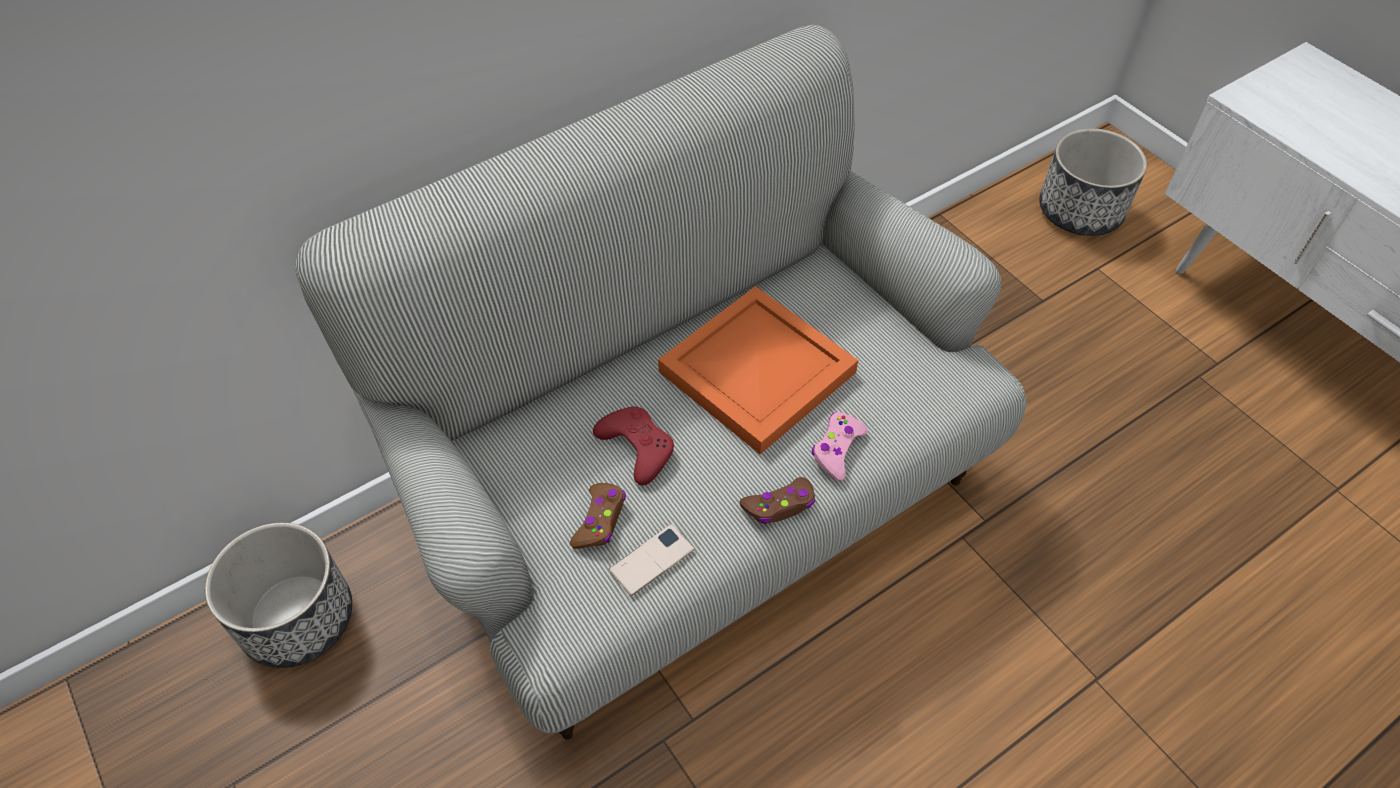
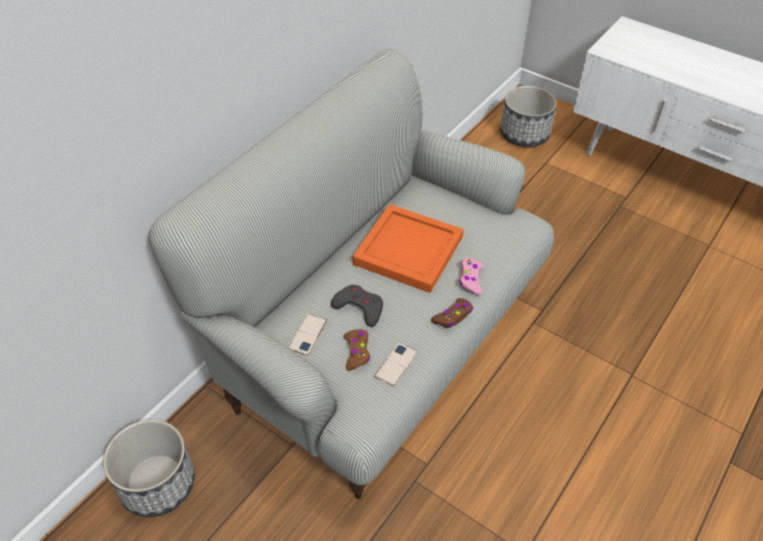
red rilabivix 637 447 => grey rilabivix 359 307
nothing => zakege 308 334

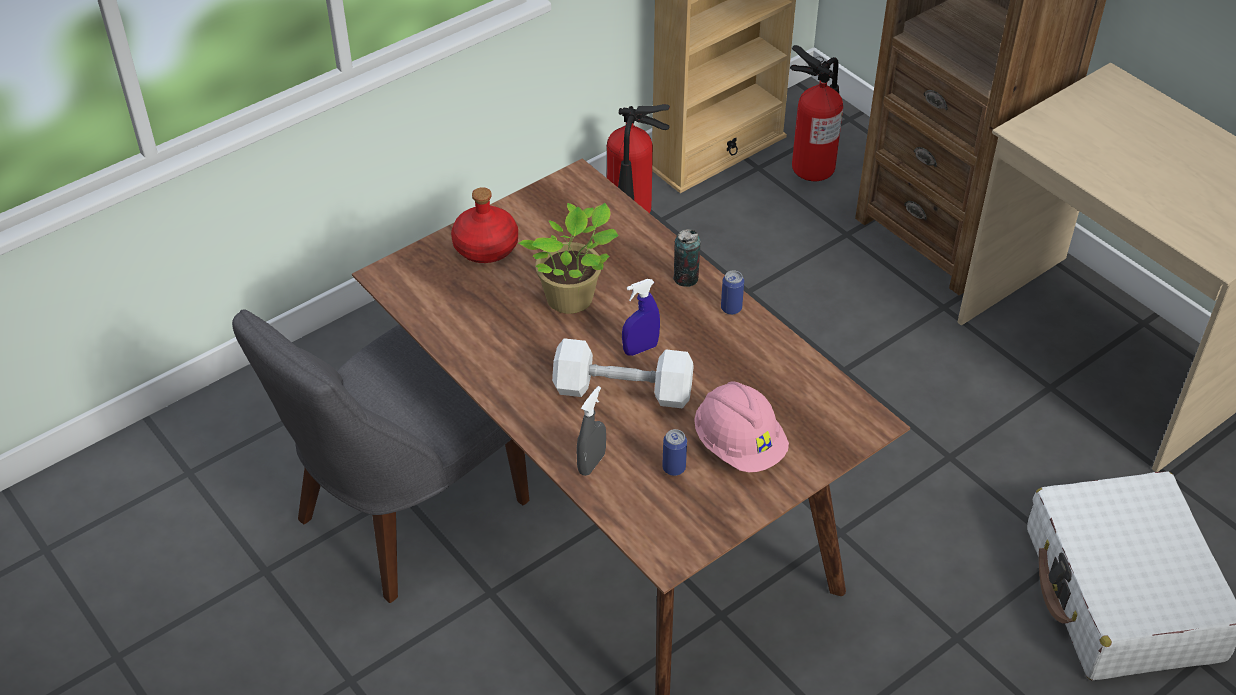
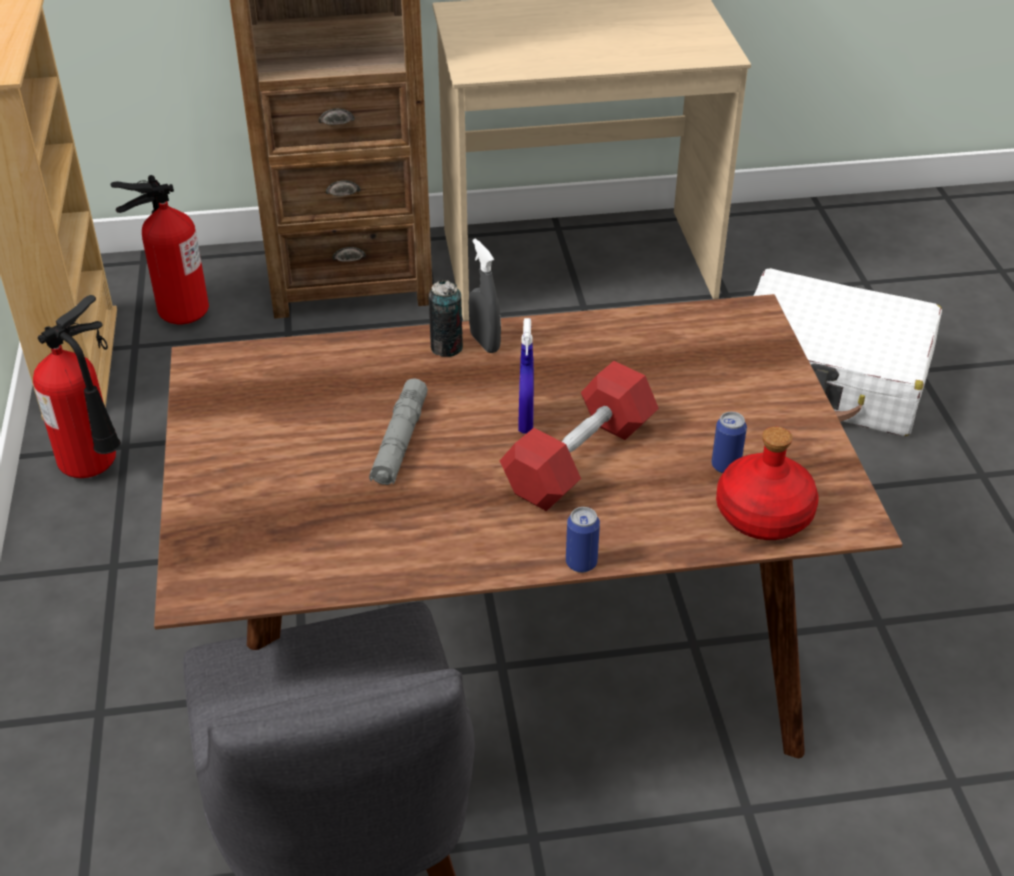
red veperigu 485 246 => red veperigu 762 515, relocated
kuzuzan 573 299 => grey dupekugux 400 441
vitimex 731 308 => vitimex 581 563, relocated
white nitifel 623 390 => red nitifel 579 459
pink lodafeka 739 445 => nothing
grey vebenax 591 463 => grey vebenax 484 342, relocated

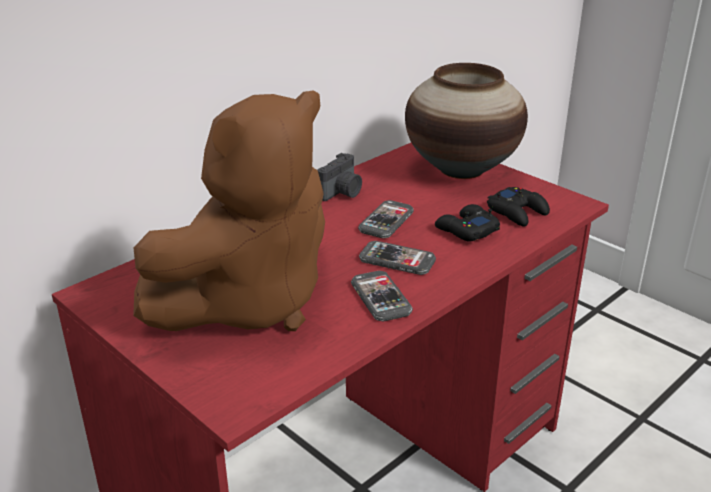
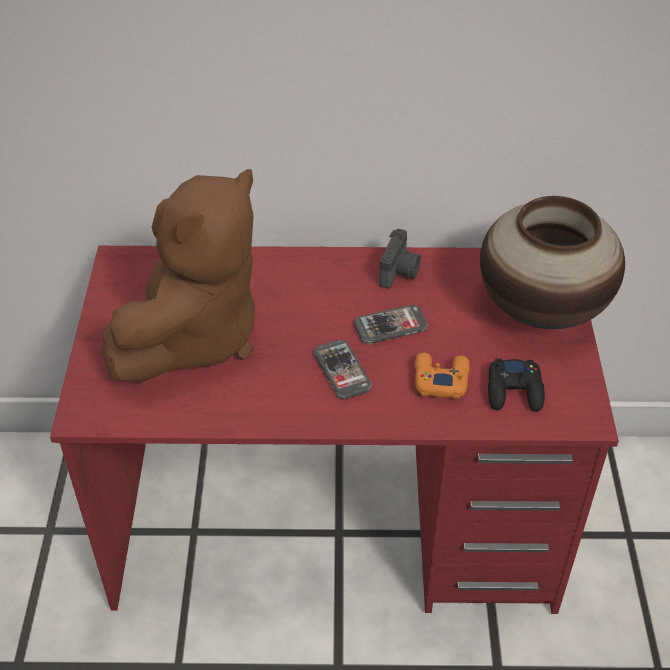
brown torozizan 249 302 => brown torozizan 194 337, 60 degrees counterclockwise
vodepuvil 342 193 => vodepuvil 400 272, 60 degrees counterclockwise
black rilabivix 466 230 => orange rilabivix 440 379
zakege 381 298 => nothing

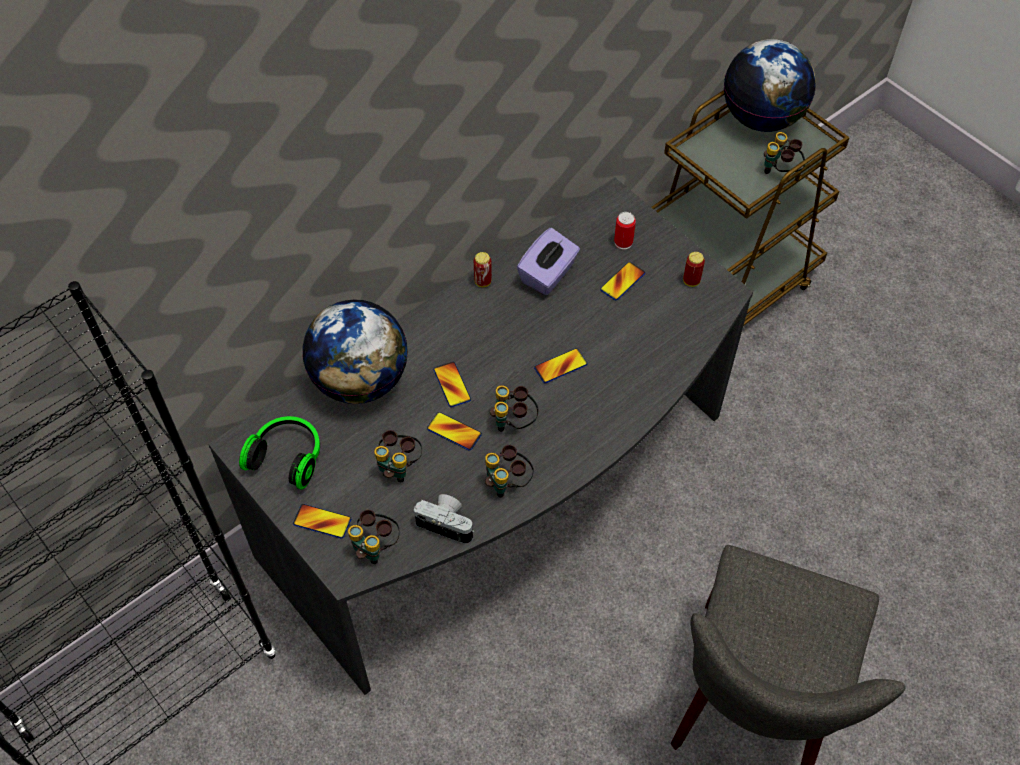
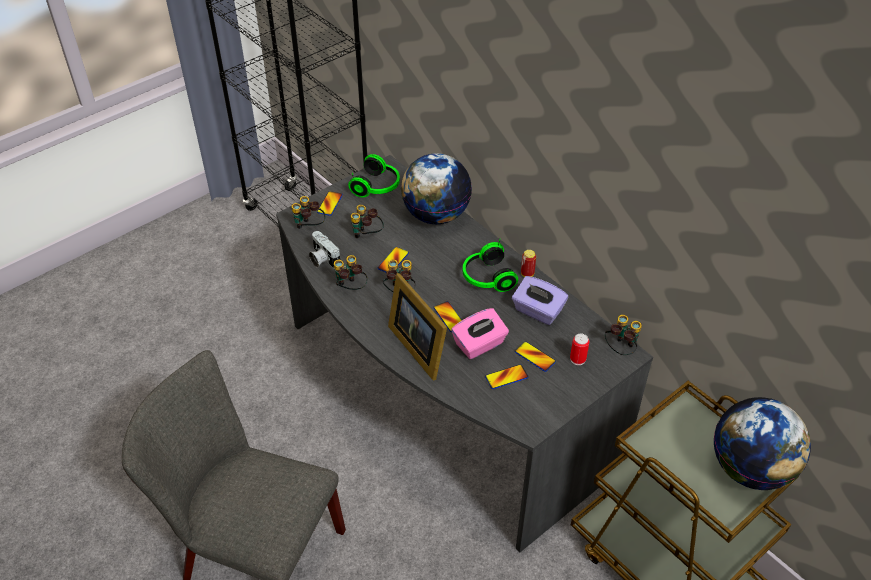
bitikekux 780 172 => bitikekux 620 349, relocated
vitimex 691 281 => nothing
zakege 452 385 => zakege 506 377, relocated
vodepuvil 447 523 => vodepuvil 322 259, 120 degrees clockwise
nothing => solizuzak 486 278
nothing => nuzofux 419 345
nothing => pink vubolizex 479 344

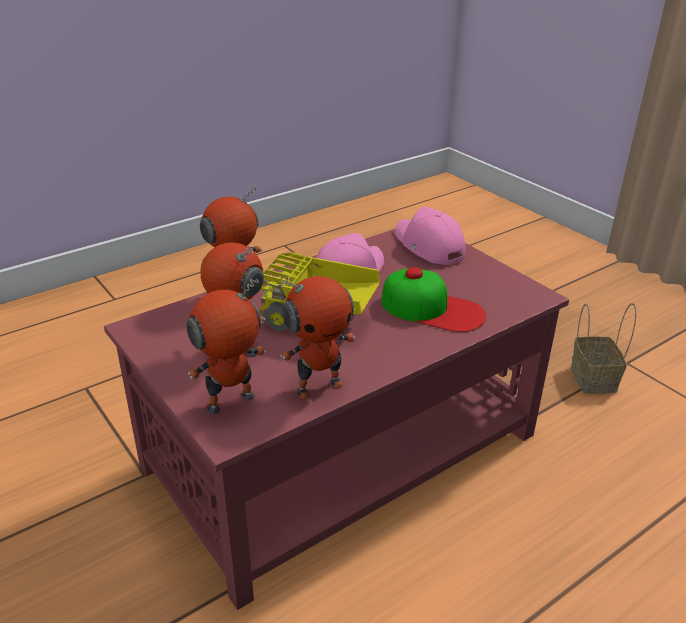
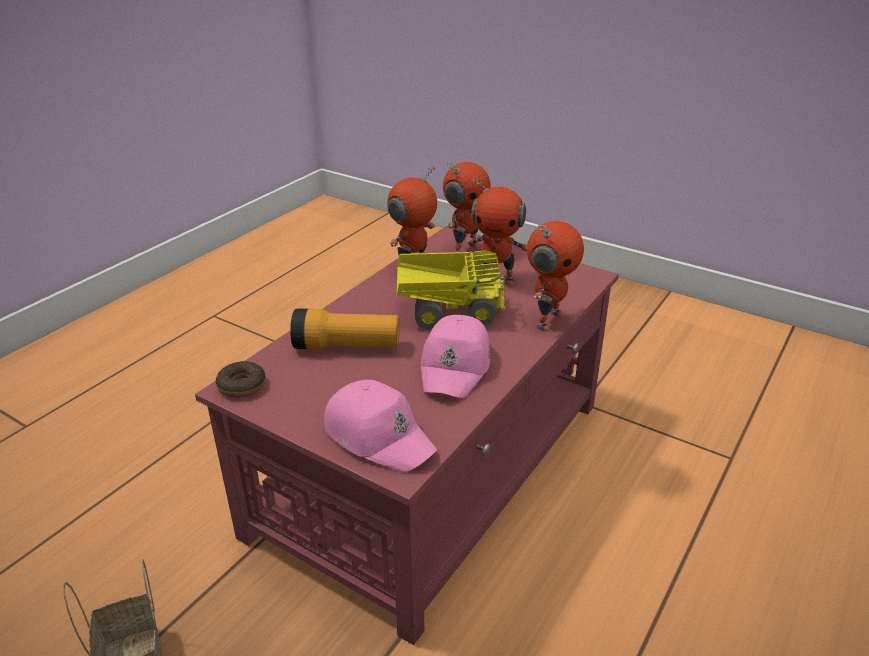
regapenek 432 309 => dupekugux 347 346
nothing => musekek 242 386

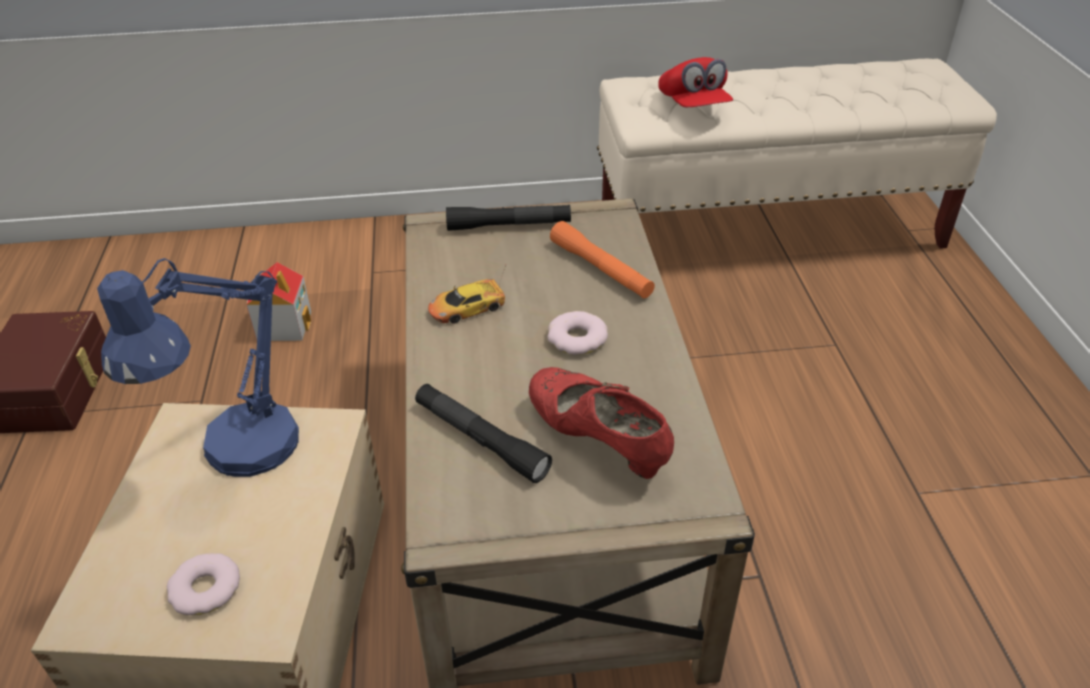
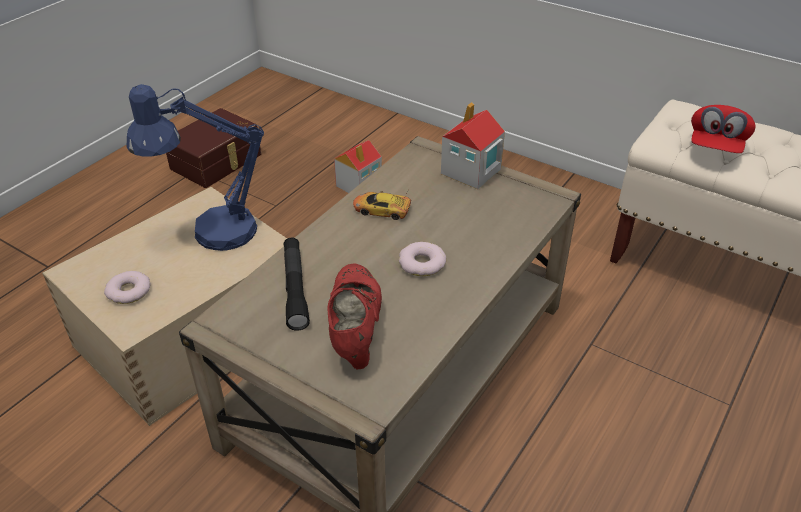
black dupekugux 509 225 => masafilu 470 171
orange dupekugux 601 269 => nothing

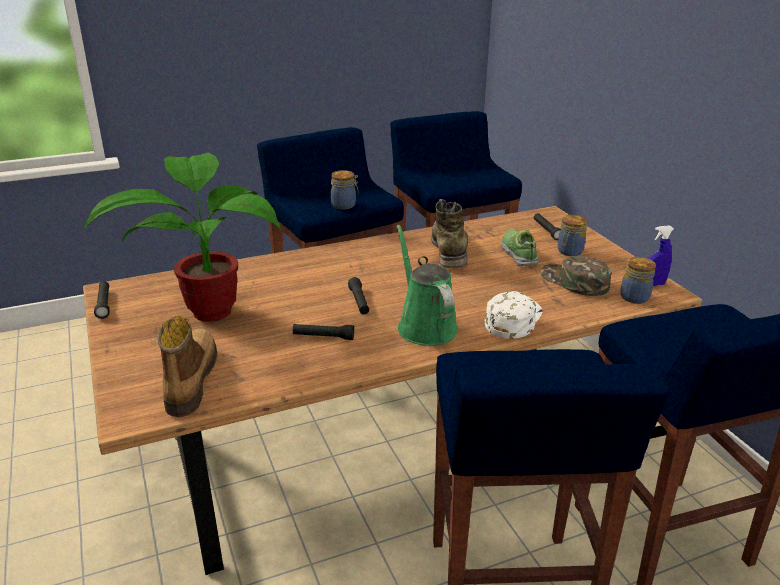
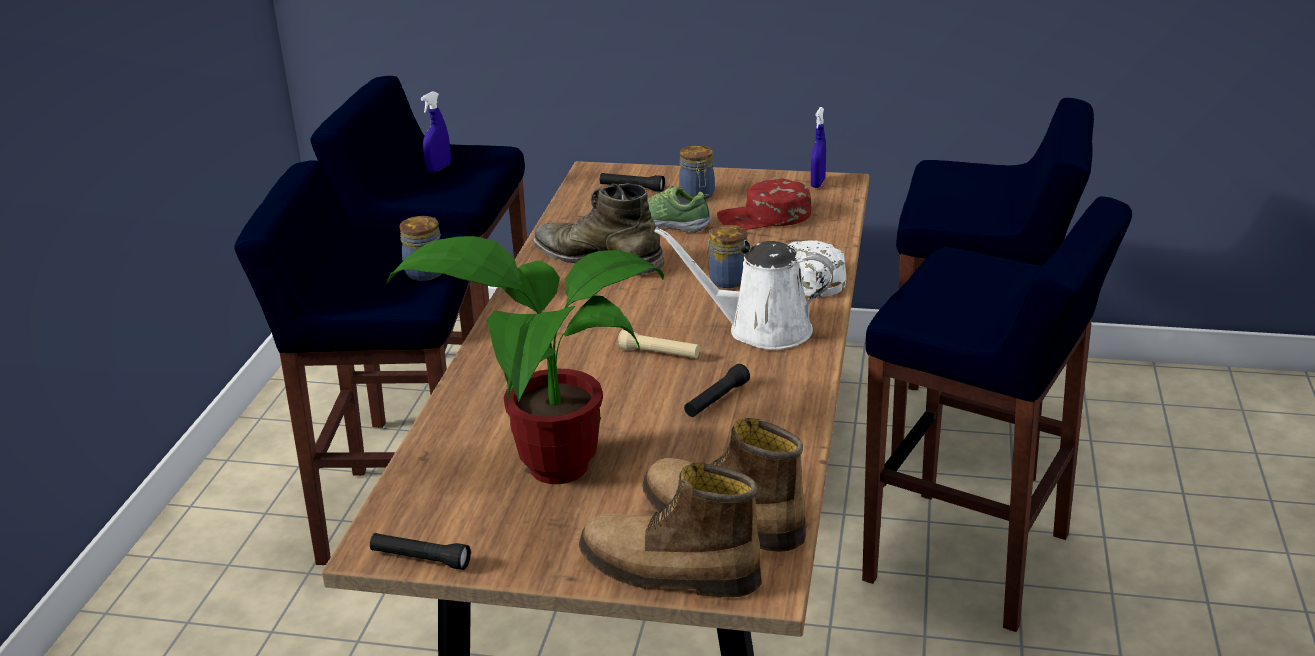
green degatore 424 325 => white degatore 761 329
green regapenek 574 281 => red regapenek 764 217
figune 634 296 => figune 727 280, relocated
black dupekugux 359 302 => beige dupekugux 659 353
nothing => blue vebenax 439 168
nothing => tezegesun 668 572

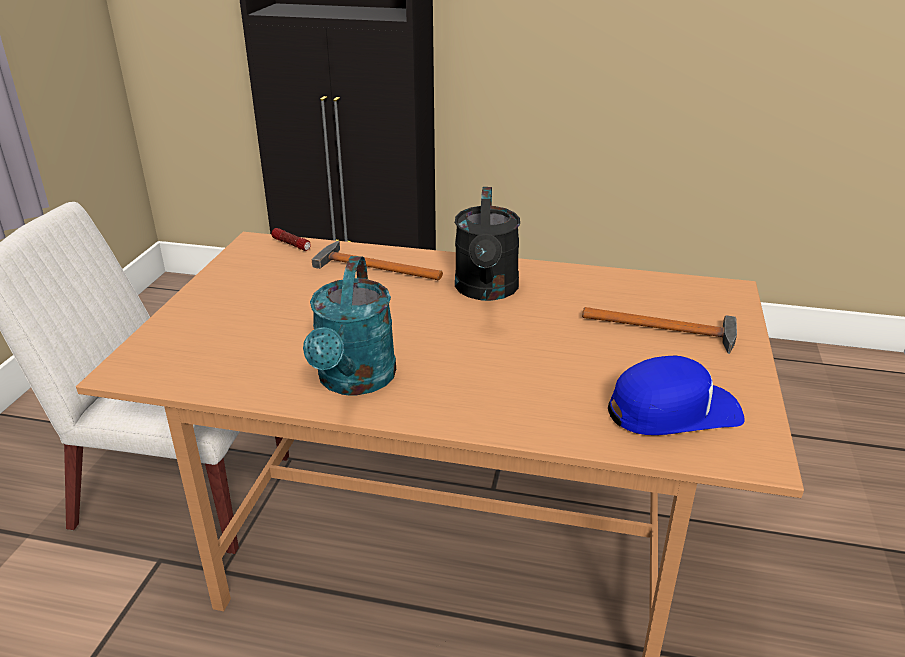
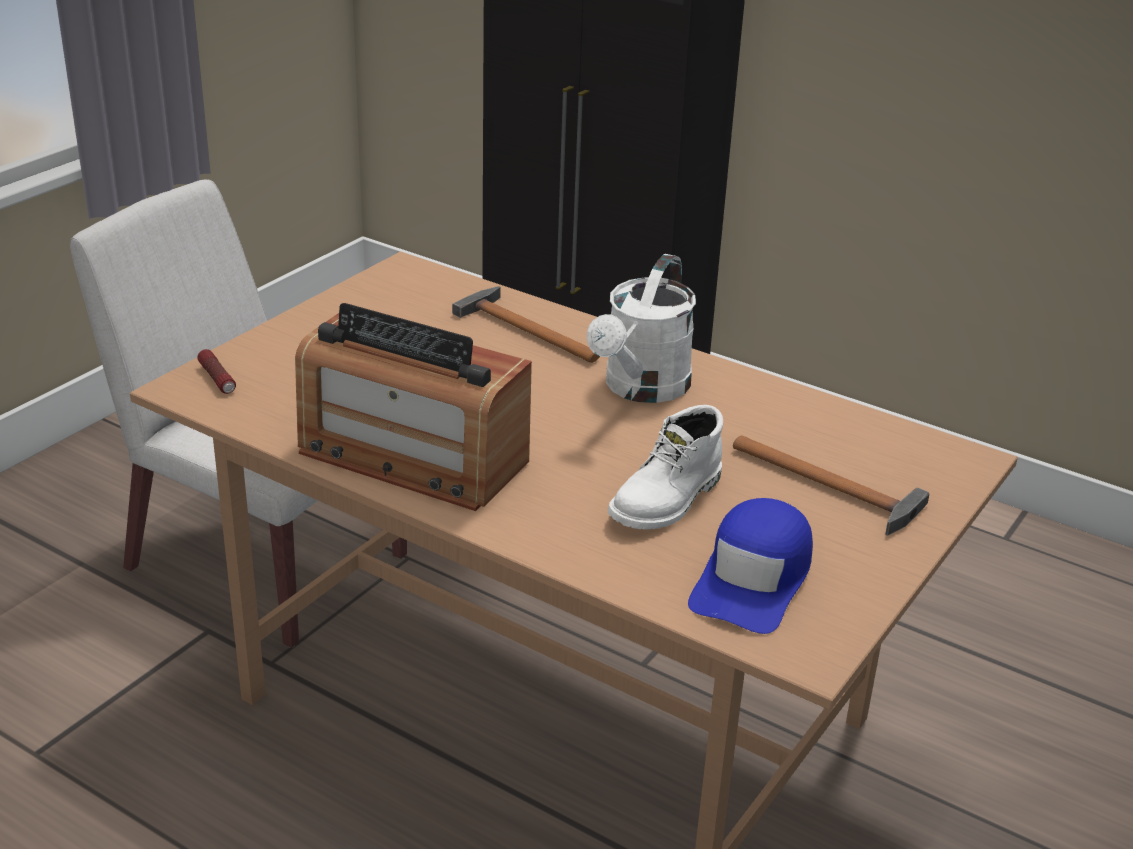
black degatore 486 291 => white degatore 641 389
dupekugux 291 244 => dupekugux 217 379, relocated
turquoise degatore 354 381 => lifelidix 412 457
blue regapenek 673 411 => blue regapenek 753 580, 105 degrees clockwise
nothing => white tezegesun 668 501

